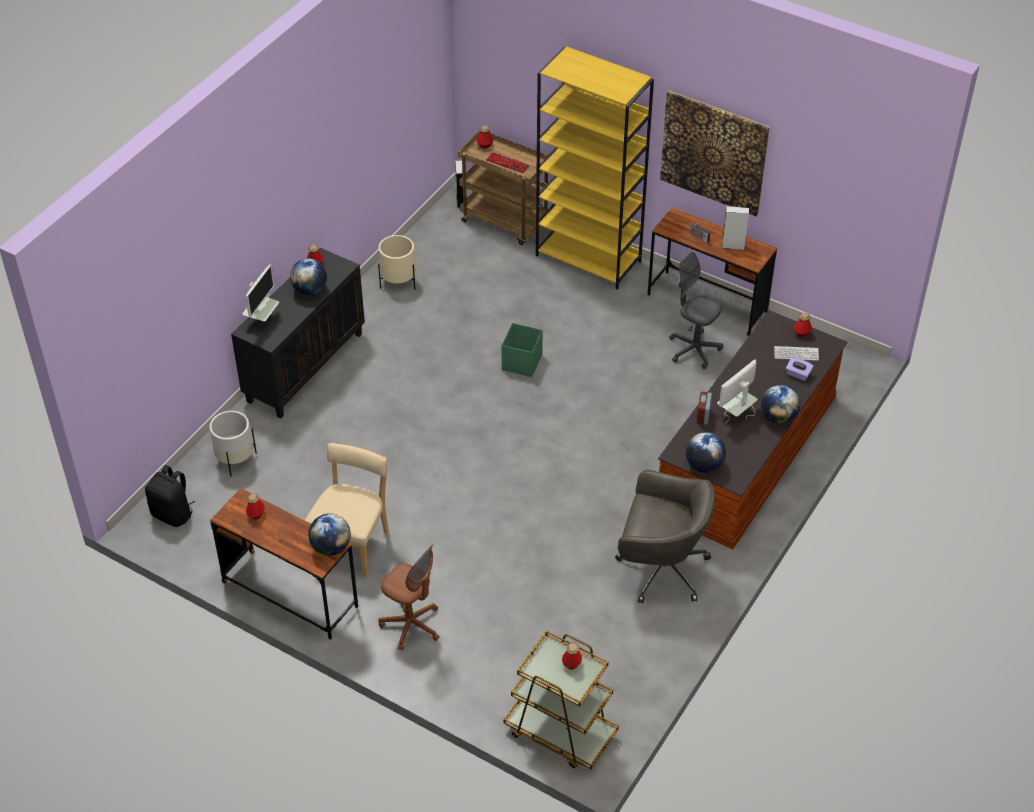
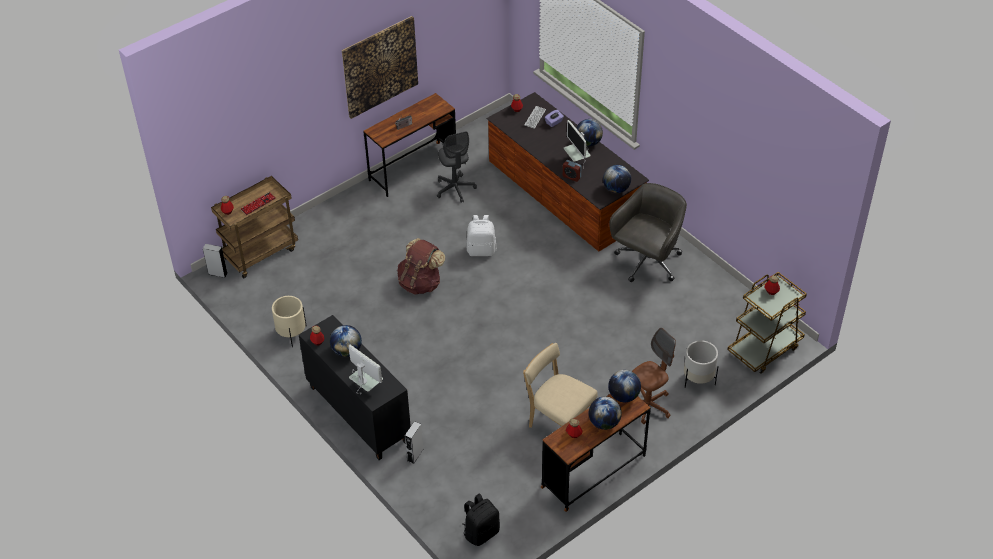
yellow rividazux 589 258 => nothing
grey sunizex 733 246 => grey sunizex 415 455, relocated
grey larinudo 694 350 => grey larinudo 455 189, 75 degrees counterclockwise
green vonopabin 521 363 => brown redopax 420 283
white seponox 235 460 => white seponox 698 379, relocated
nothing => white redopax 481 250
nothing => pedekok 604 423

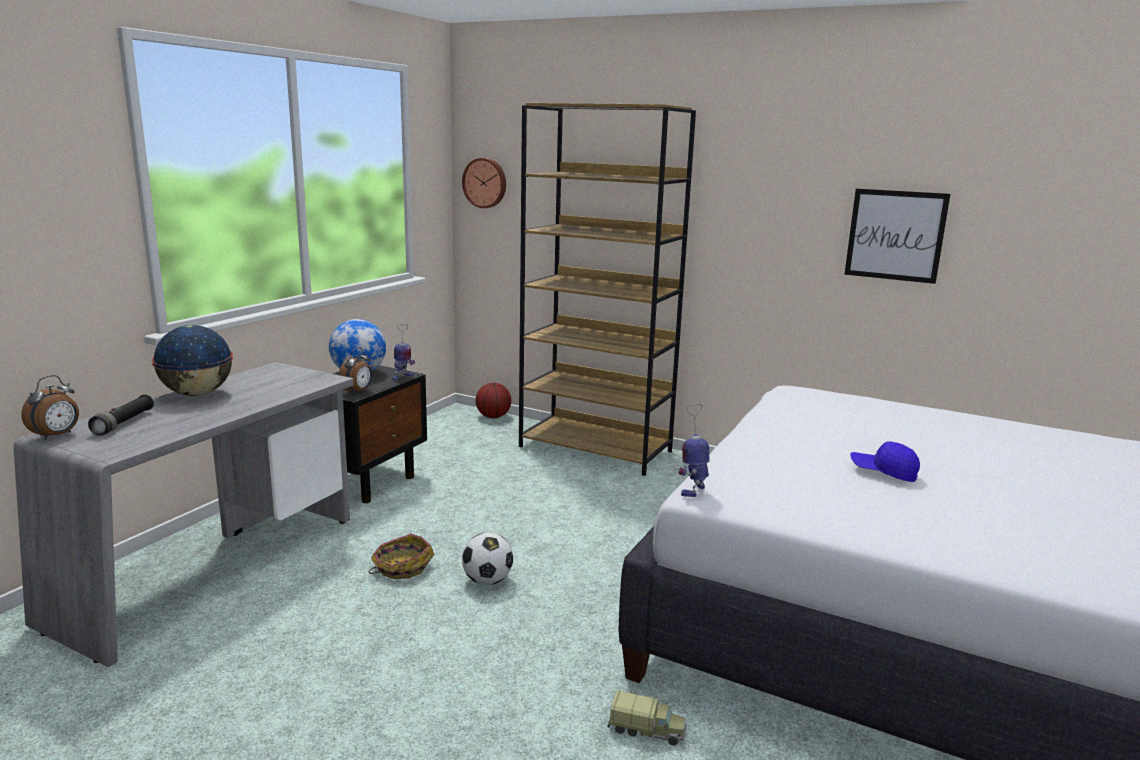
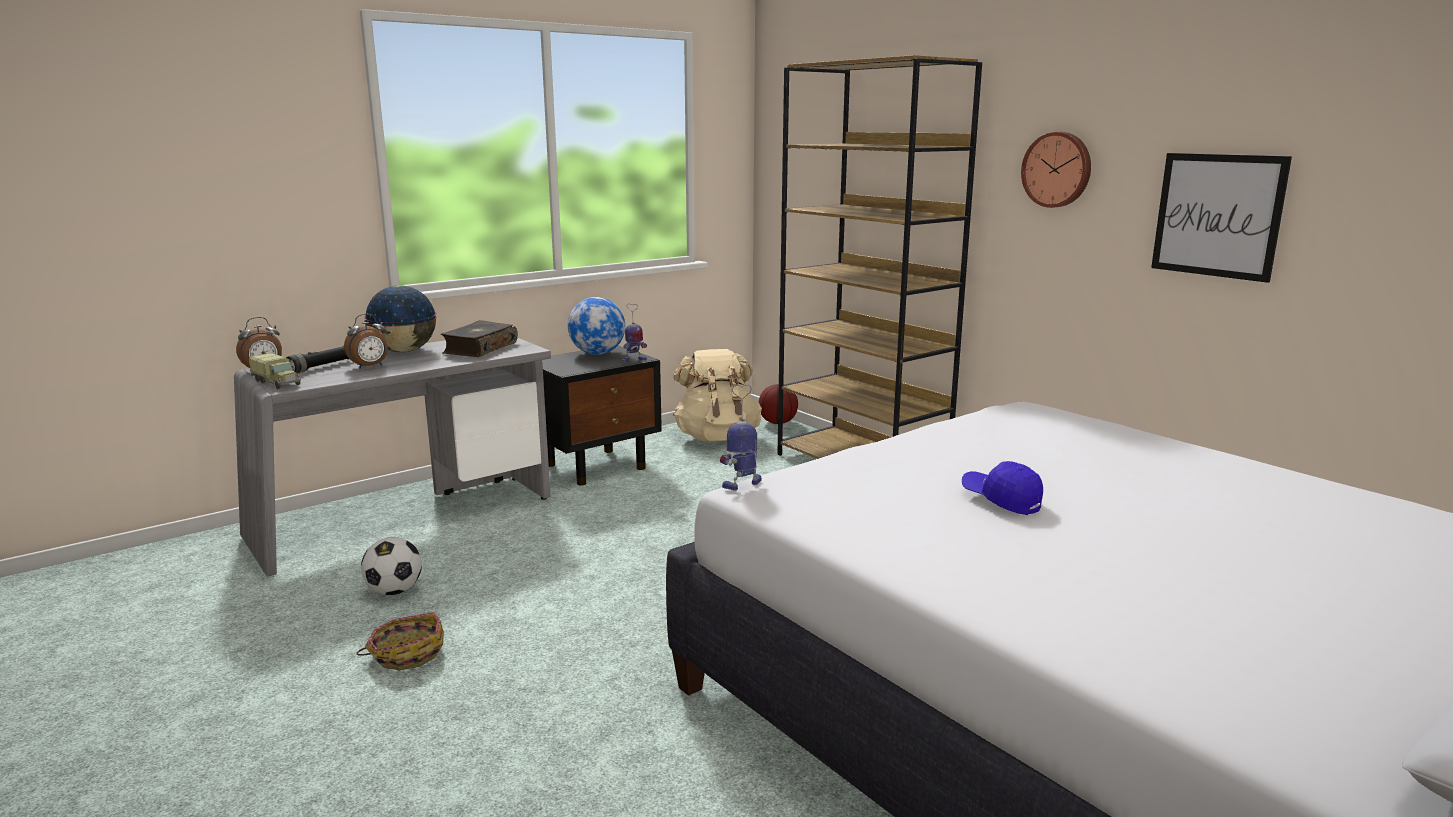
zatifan 485 183 => zatifan 1057 169, relocated
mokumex 358 391 => mokumex 370 367, relocated
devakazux 487 581 => devakazux 394 591, relocated
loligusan 401 567 => loligusan 406 653, relocated
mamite 647 730 => mamite 277 383, relocated
nothing => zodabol 479 348
nothing => beige redopax 717 438

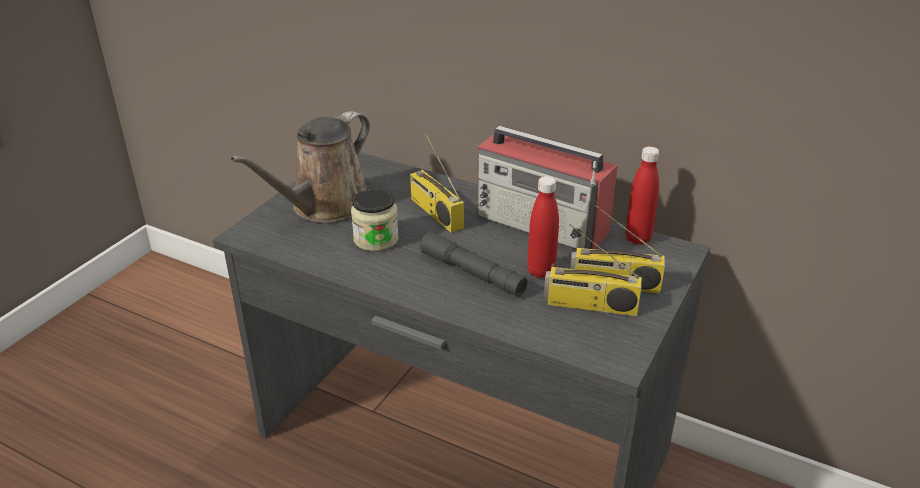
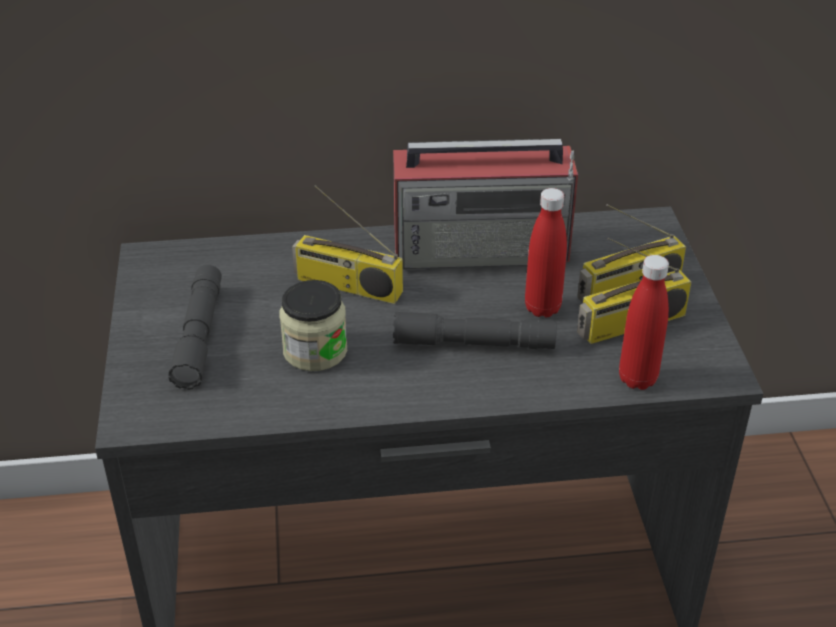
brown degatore 325 206 => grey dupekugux 199 335
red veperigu 638 238 => red veperigu 637 379, relocated

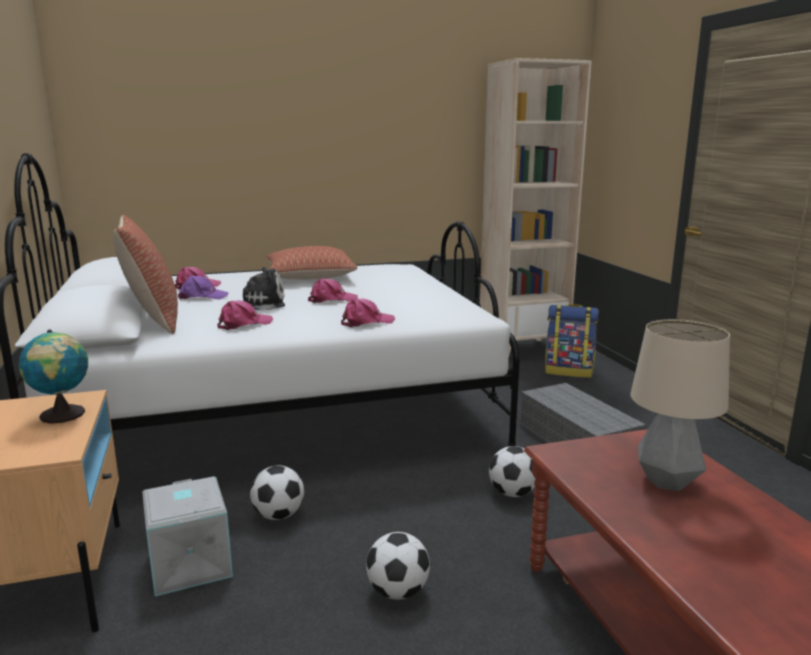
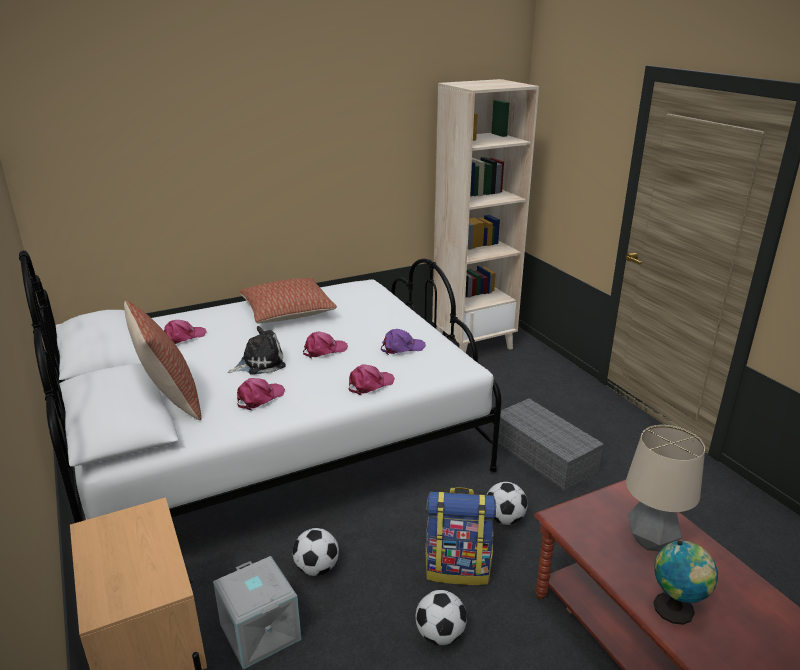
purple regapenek 202 297 => purple regapenek 402 348, relocated
redopax 569 371 => redopax 458 568, relocated
pedekok 63 416 => pedekok 676 610, relocated

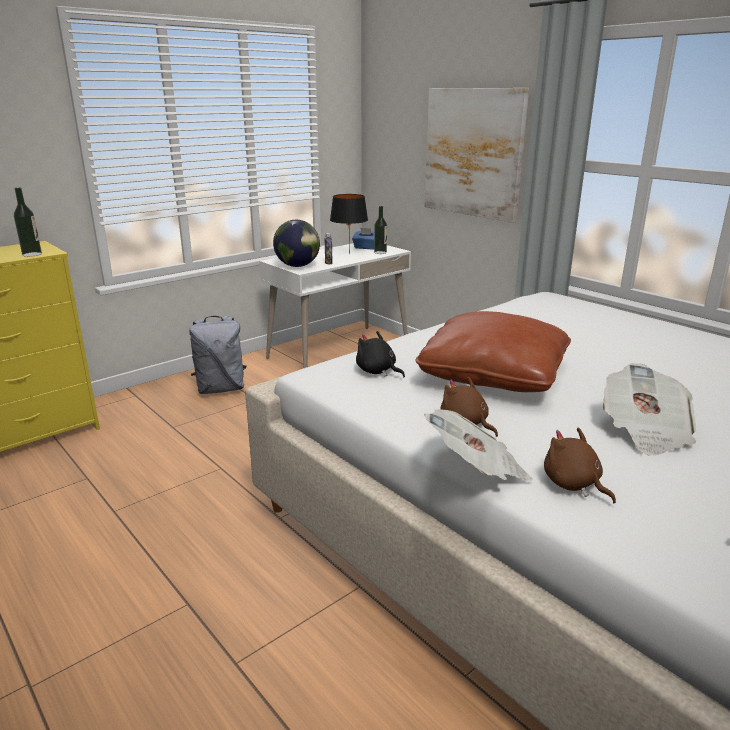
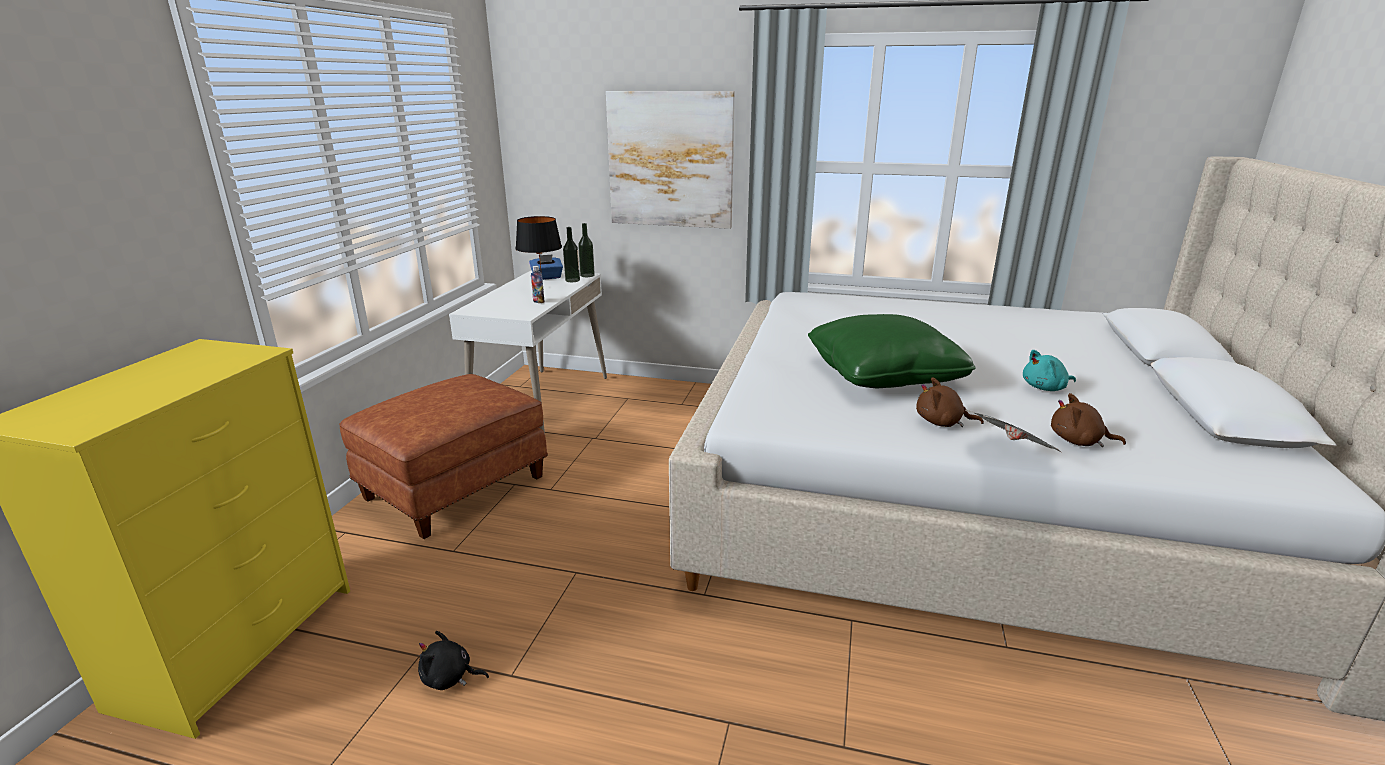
veperigu 32 254 => veperigu 587 275, relocated
pedekok 298 266 => nothing
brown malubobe 493 375 => green malubobe 883 375
grey redopax 221 389 => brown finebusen 456 486
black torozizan 377 371 => black torozizan 450 678, relocated
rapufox 644 431 => turquoise torozizan 1045 388

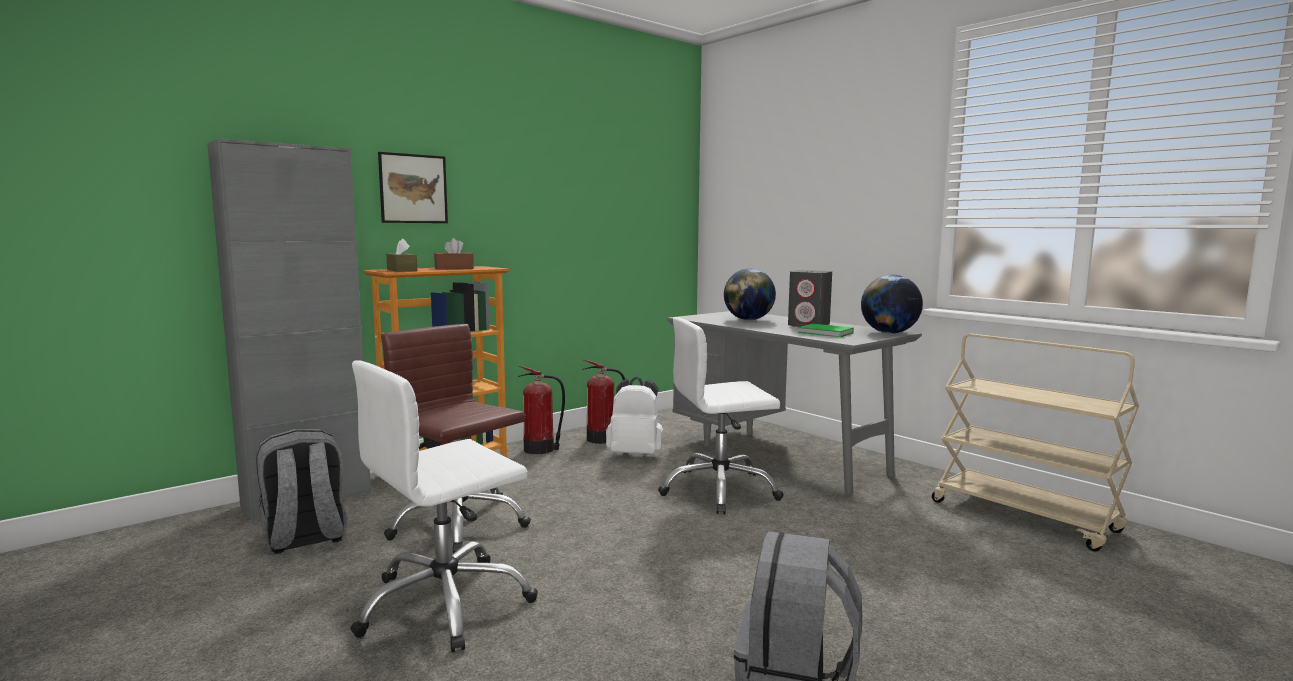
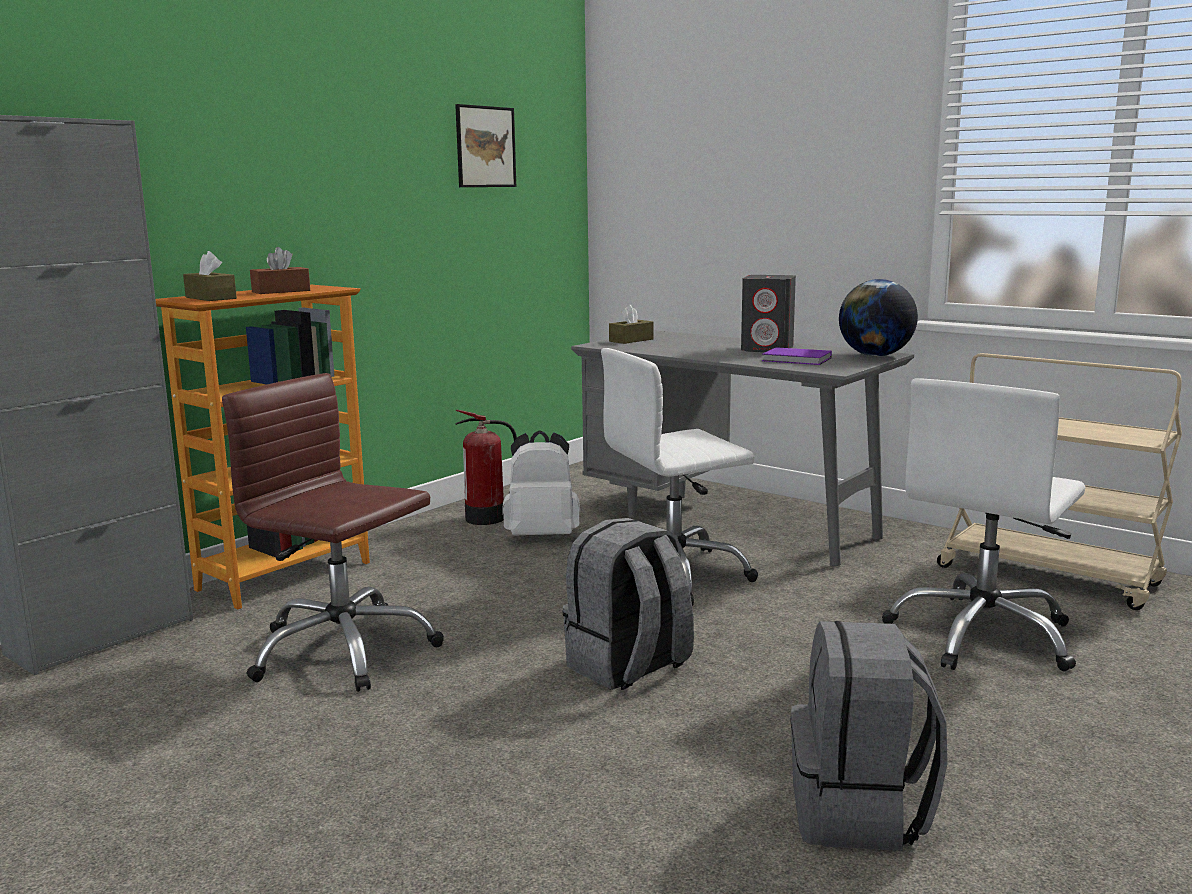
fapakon 413 188 => fapakon 485 147, relocated
pedekok 748 320 => nothing
green zodabol 826 333 => purple zodabol 798 360
white larinudo 445 604 => white larinudo 983 635, relocated
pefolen 541 449 => nothing
grey redopax 305 538 => grey redopax 628 667, relocated
nothing => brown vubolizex 631 340

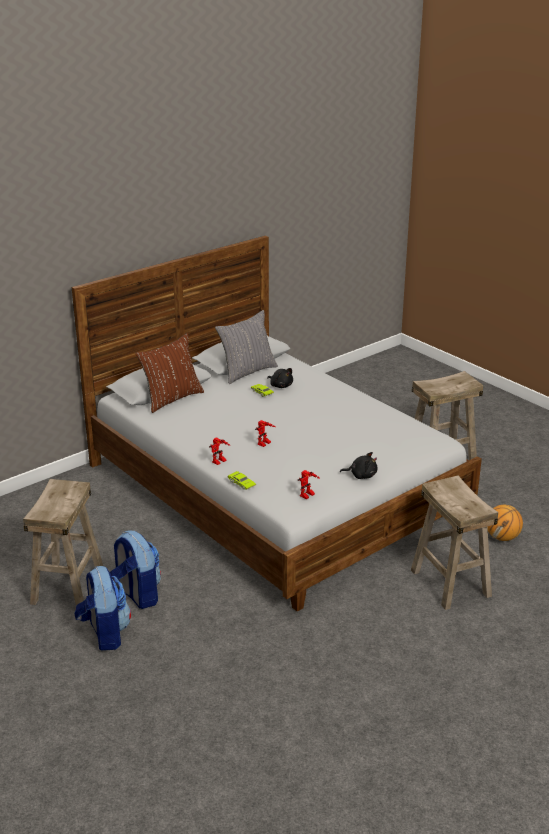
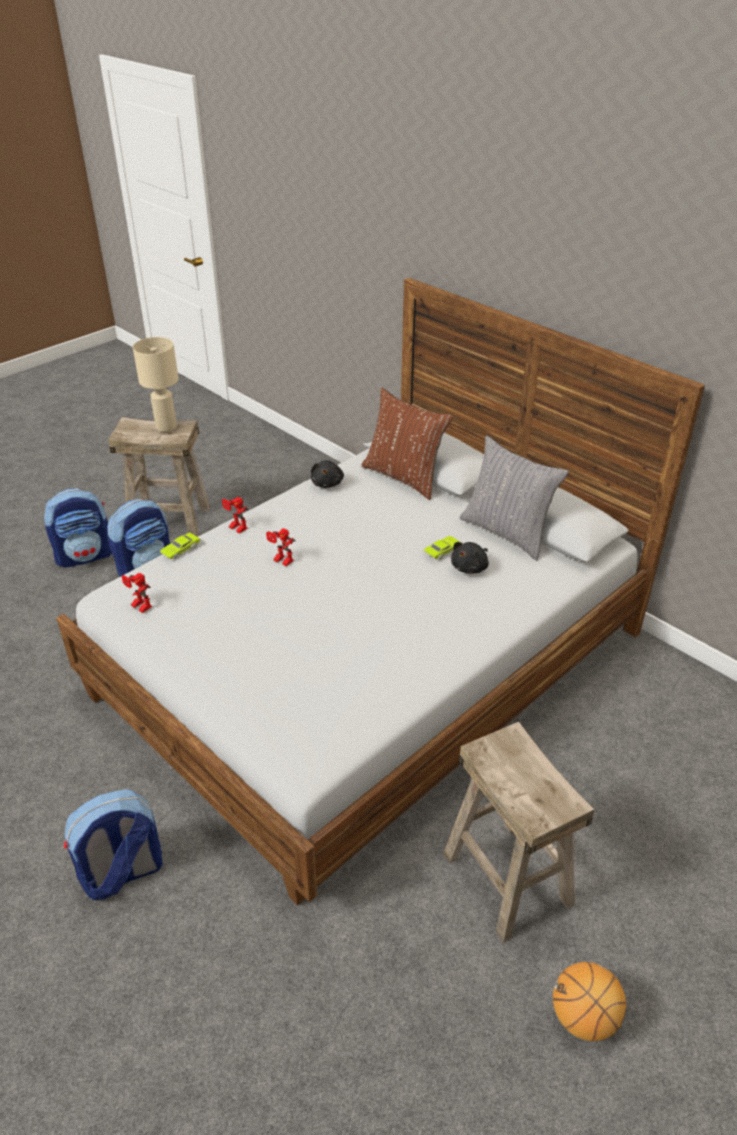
black torozizan 361 475 => black torozizan 327 483, relocated
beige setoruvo 451 583 => redopax 122 874
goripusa 502 537 => goripusa 583 1017, relocated
nothing => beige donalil 166 427

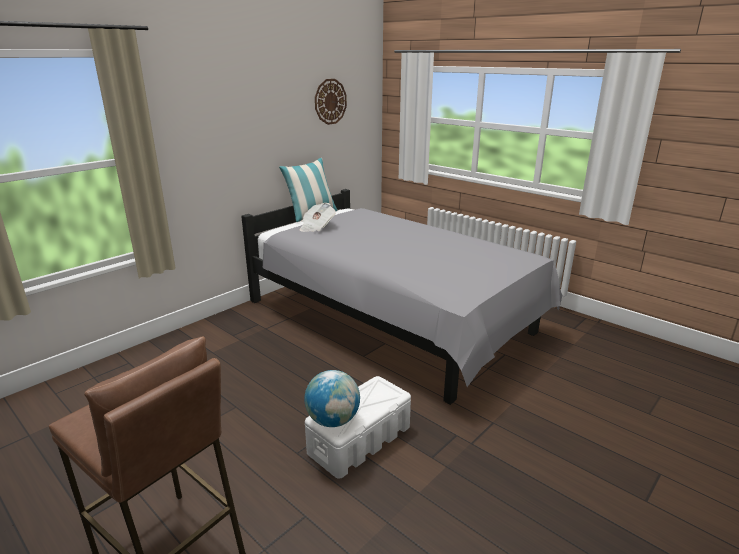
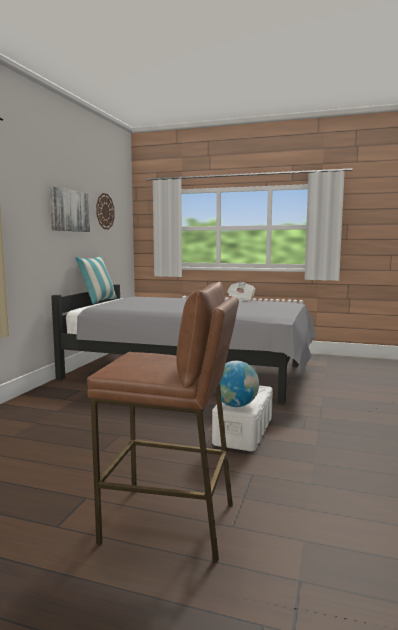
rapufox 316 227 => rapufox 240 299, relocated
nothing => fapakon 69 211

